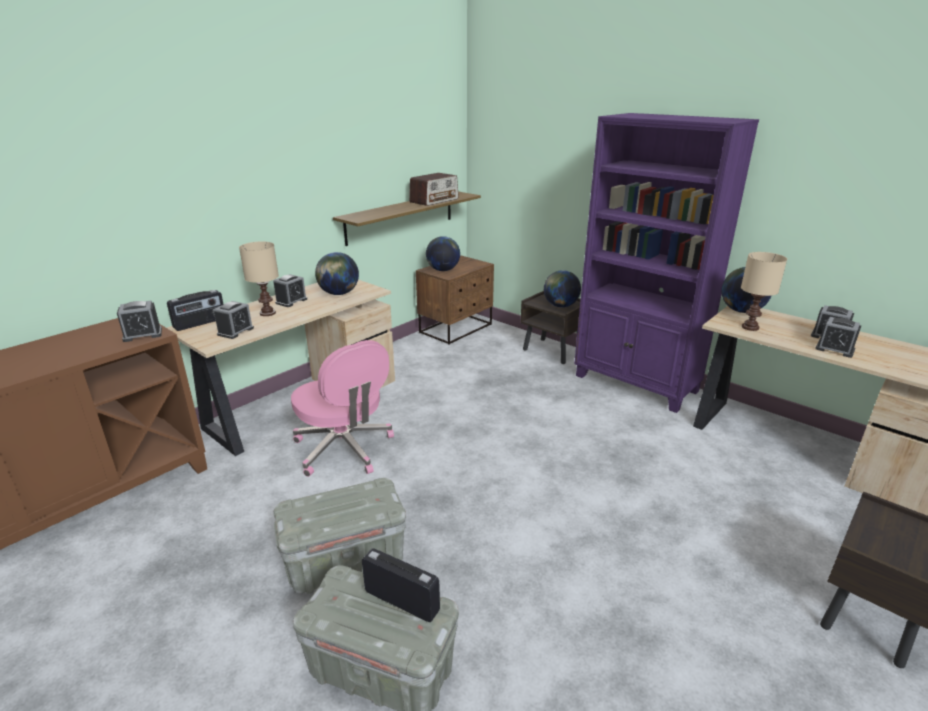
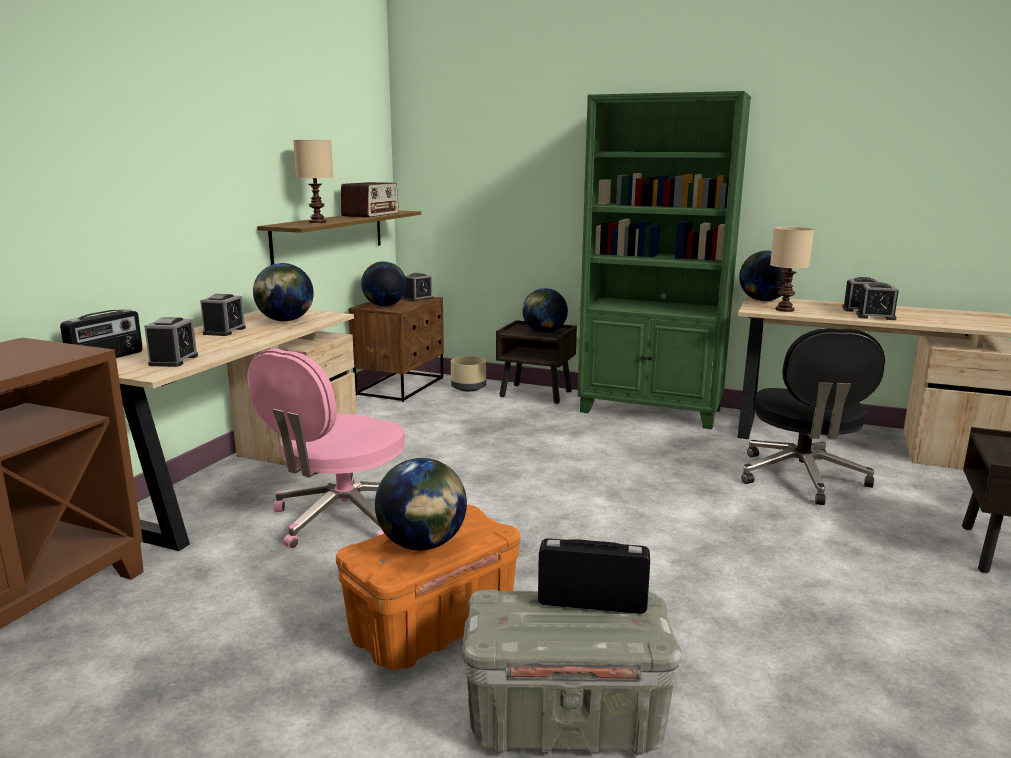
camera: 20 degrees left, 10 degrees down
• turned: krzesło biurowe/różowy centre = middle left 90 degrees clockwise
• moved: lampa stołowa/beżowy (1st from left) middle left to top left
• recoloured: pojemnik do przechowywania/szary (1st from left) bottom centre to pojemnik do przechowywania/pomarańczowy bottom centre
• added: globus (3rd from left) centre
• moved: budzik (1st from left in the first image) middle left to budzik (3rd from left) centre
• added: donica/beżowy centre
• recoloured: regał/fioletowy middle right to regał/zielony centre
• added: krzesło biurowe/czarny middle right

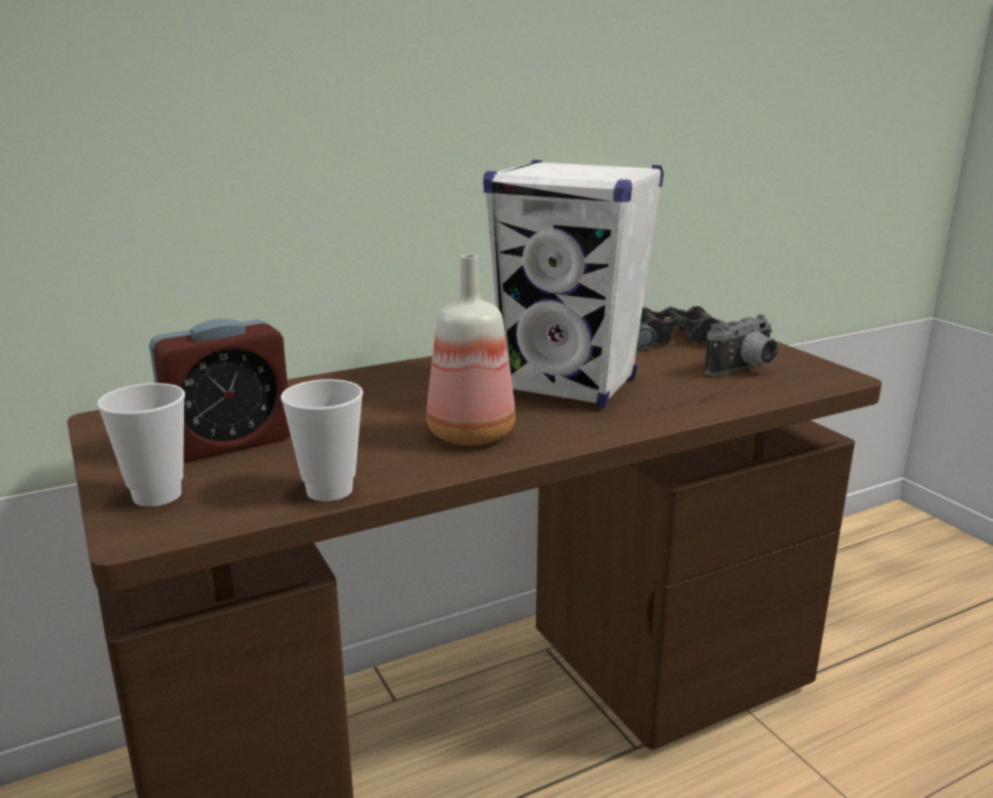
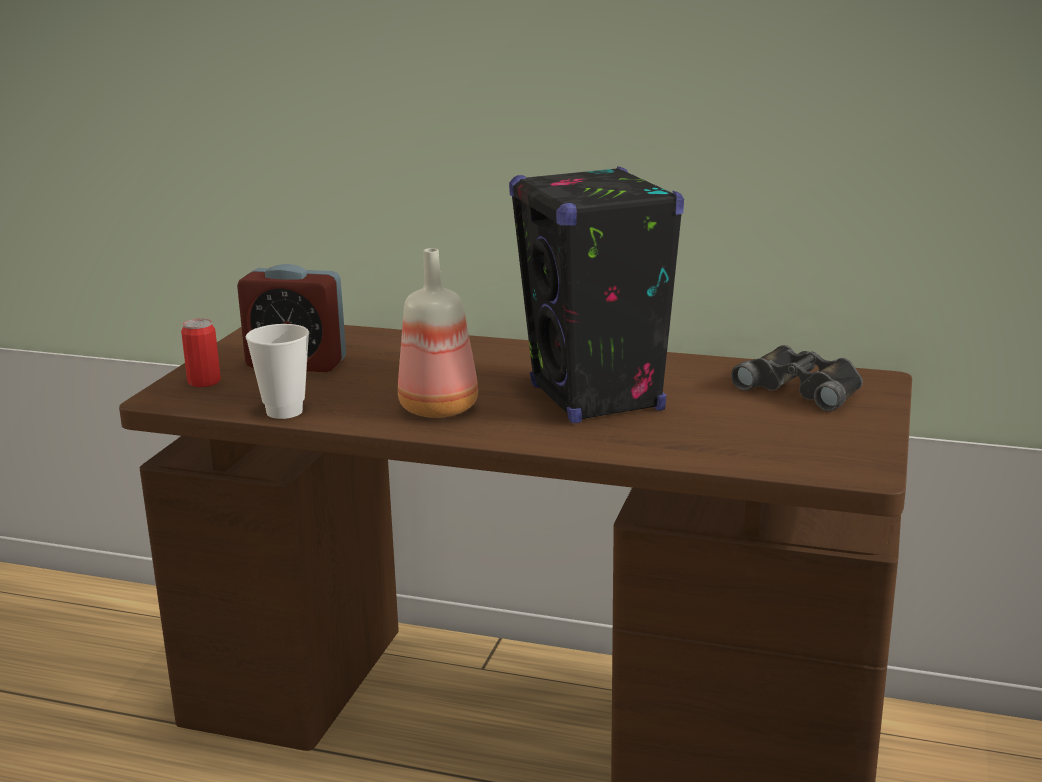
camera: 45 degrees right, 0 degrees up
• replaced: filiżanka (1st from left) middle left to puszka middle left
• recoloured: głośnik/biały centre to głośnik/czarny centre
• removed: aparat fotograficzny middle right

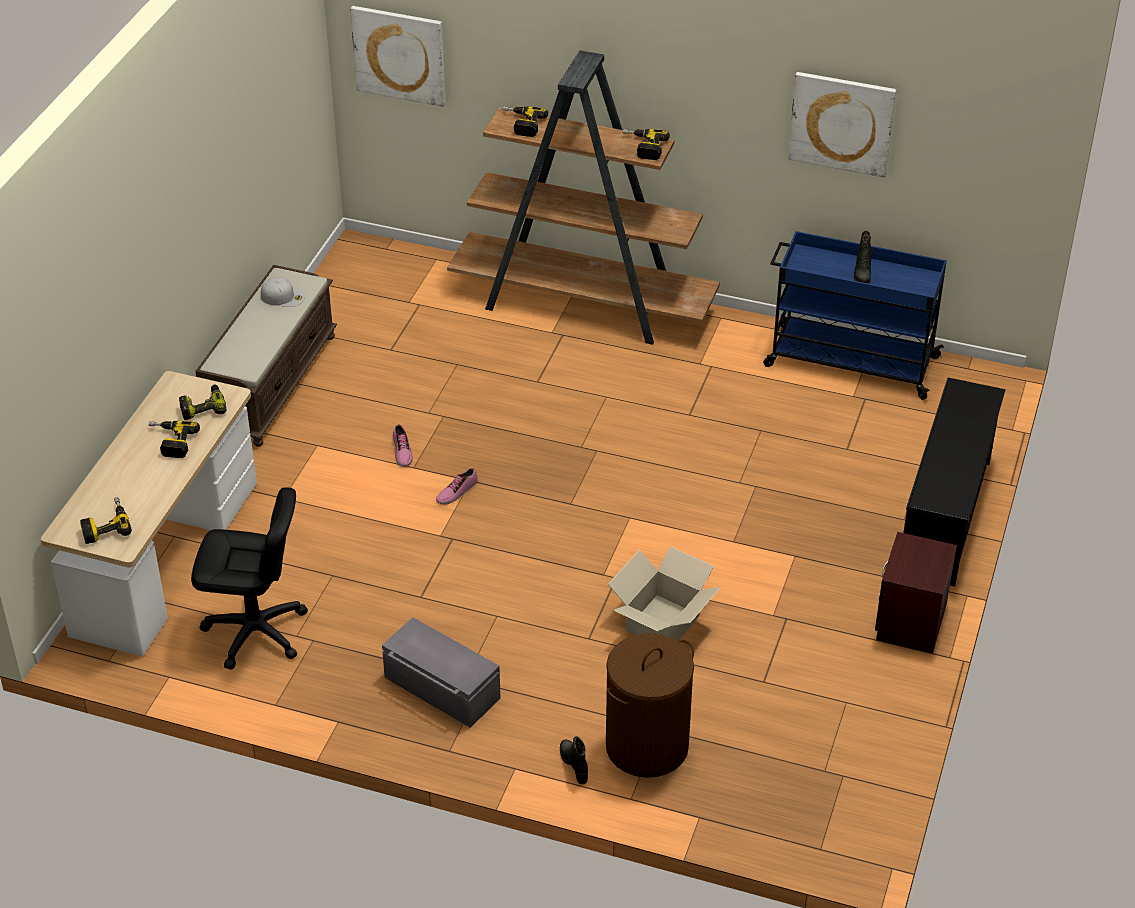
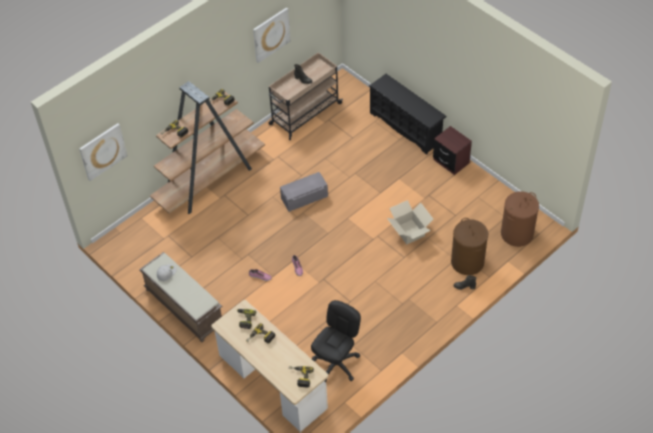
camera: 60 degrees left, 10 degrees up
• recoloured: wózek/niebieski middle right to wózek/beżowy top centre
• moved: pojemnik do przechowywania/szary bottom centre to centre
• added: kosz na pranie/brązowy (2nd from left) middle right

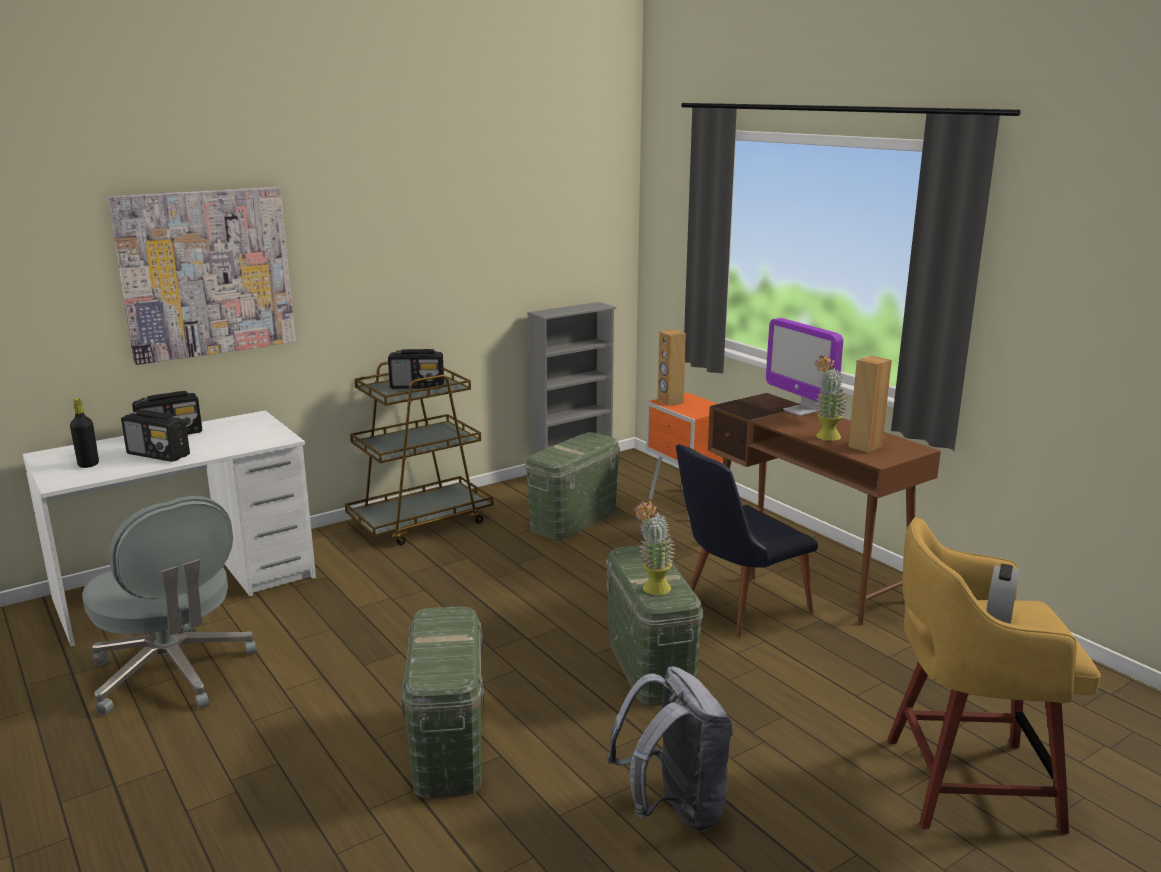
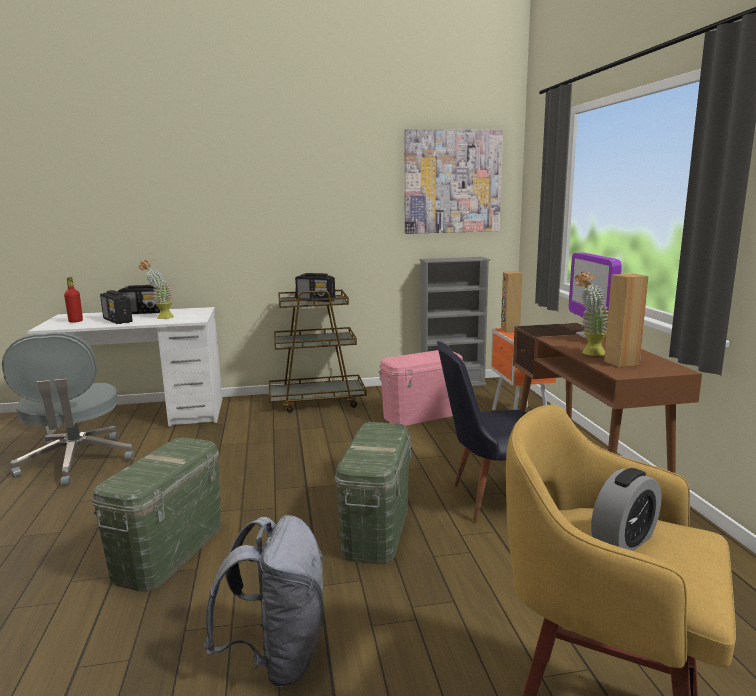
camera: 25 degrees right, 5 degrees down
• recoloured: butelka/czarny middle left to butelka/czerwony middle left
• moved: roślina doniczkowa (1st from left) centre to middle left
• recoloured: pojemnik do przechowywania/zielony (2nd from left) centre to pojemnik do przechowywania/różowy centre
• moved: obraz top left to top centre

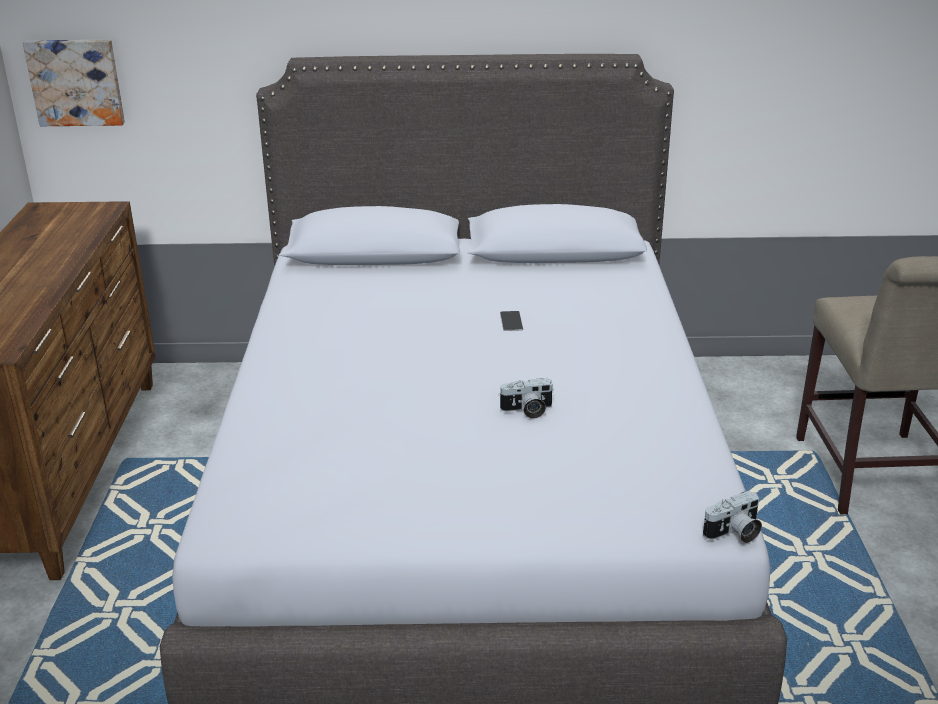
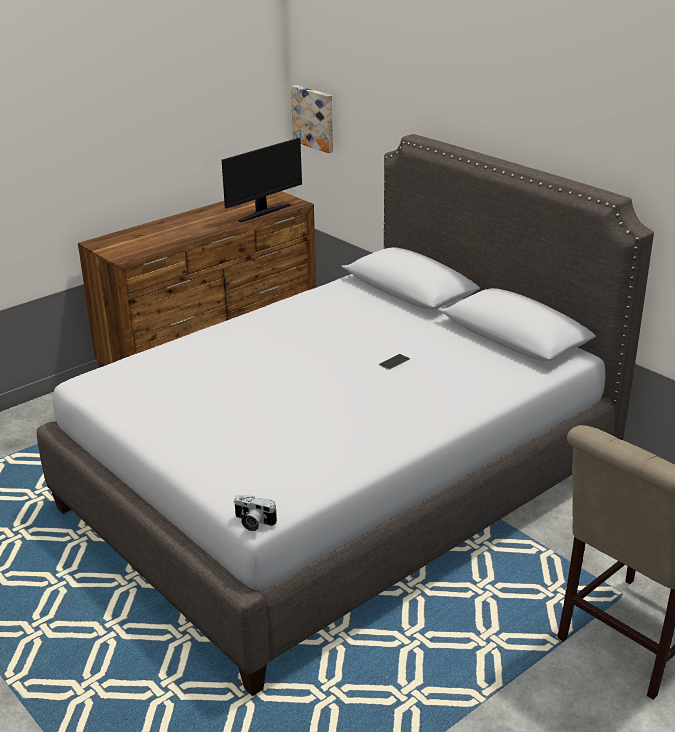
camera: 50 degrees right, 0 degrees up
• added: monitor top centre
• removed: aparat fotograficzny (1st from left) centre

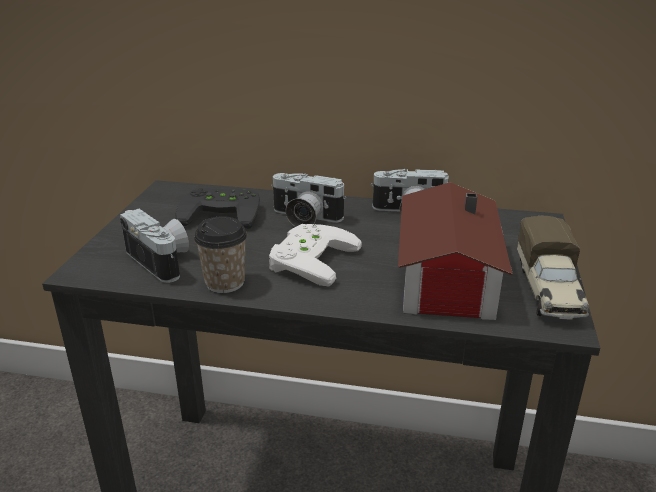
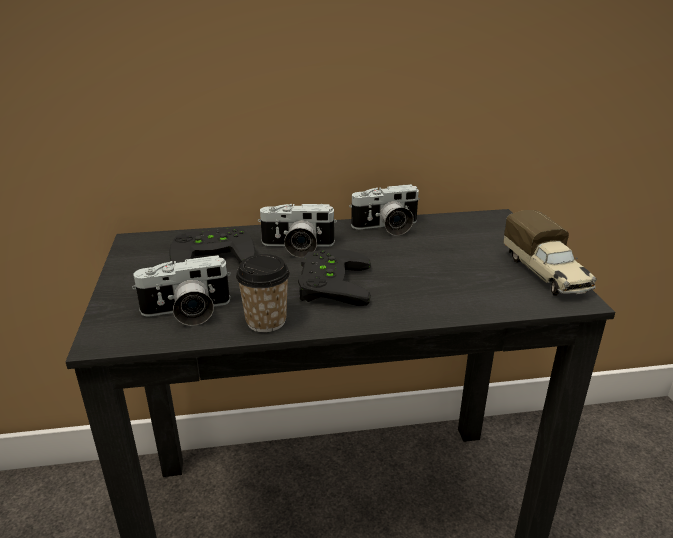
camera: 20 degrees left, 0 degrees up
• turned: aparat fotograficzny (1st from left) middle left = middle left 135 degrees clockwise
• recoloured: pad do gier/biały centre to pad do gier/czarny (2nd from left) centre
• removed: domek middle right

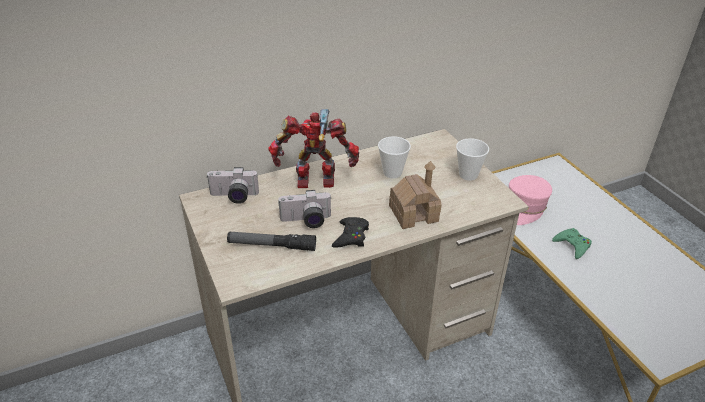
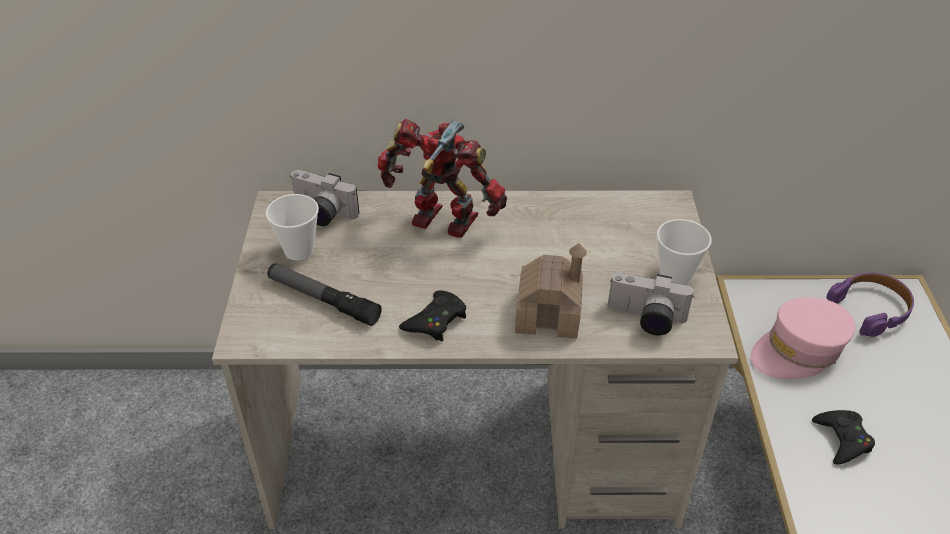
camera: 25 degrees right, 5 degrees up
• moved: filiżanka (1st from left) centre to middle left
• moved: aparat fotograficzny (2nd from left) centre to middle right
• recoloured: pad do gier/zielony middle right to pad do gier/czarny (2nd from left) bottom right
• added: słuchawki/fioletowy middle right

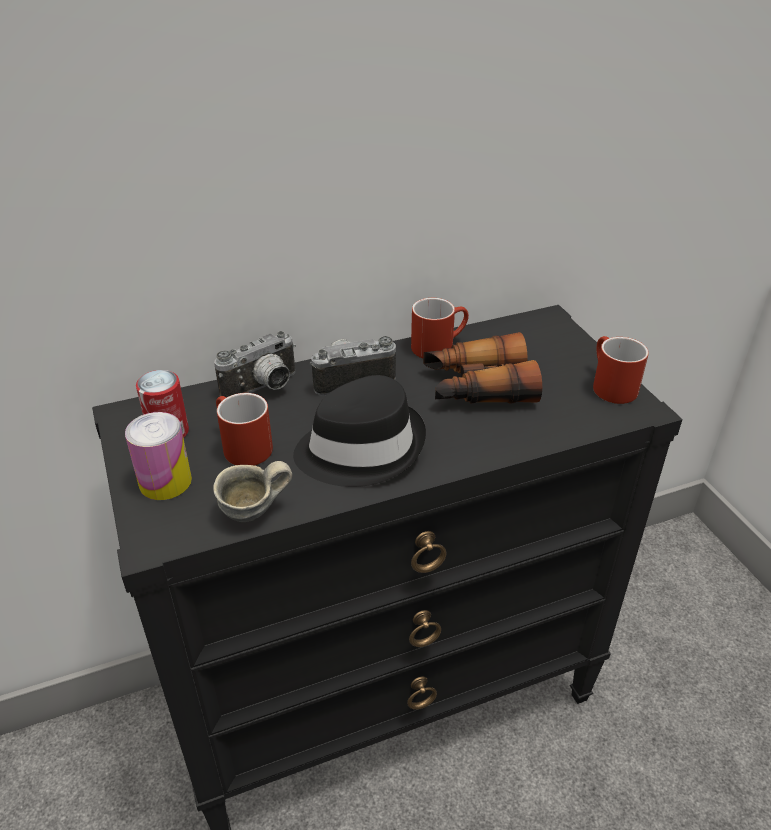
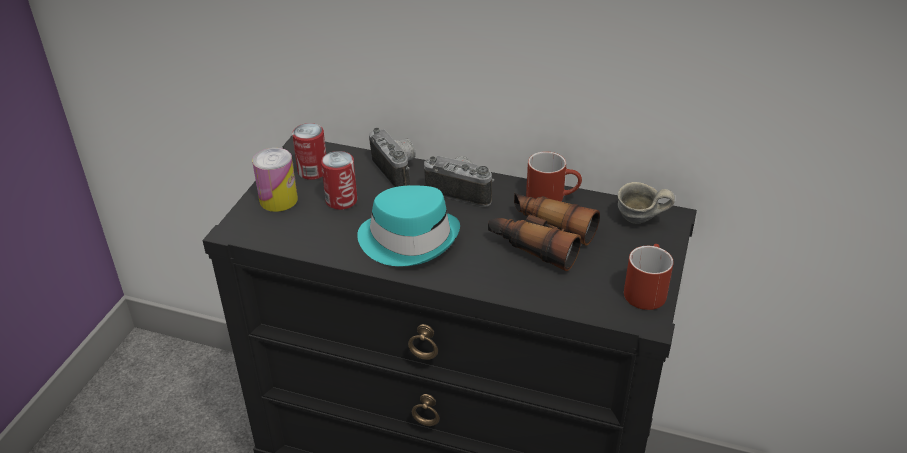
camera: 40 degrees right, 0 degrees up
• replaced: kubek/czerwony (1st from left) middle left to puszka (3rd from left) centre
• recoloured: kapelusz/czarny centre to kapelusz/turkusowy centre
• turned: aparat fotograficzny (1st from left) middle left = centre 120 degrees counterclockwise
• moved: kubek/szary middle left to middle right

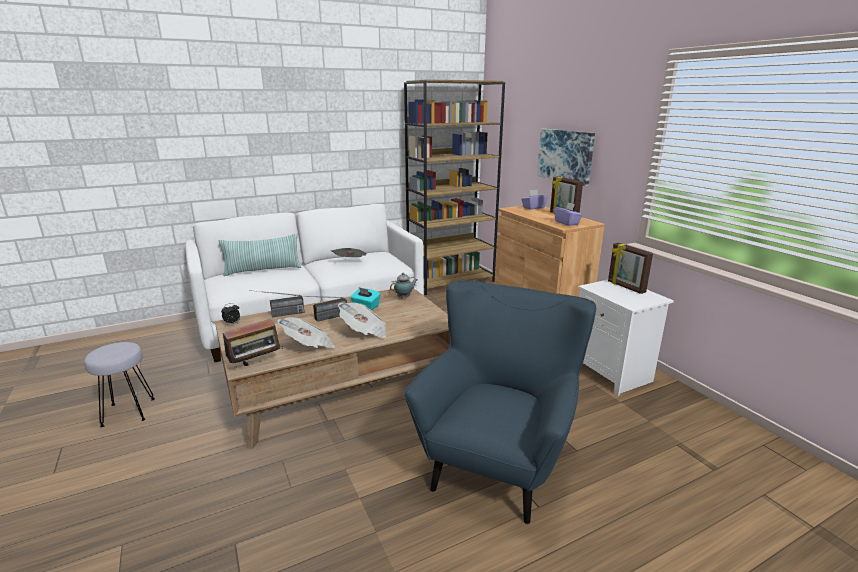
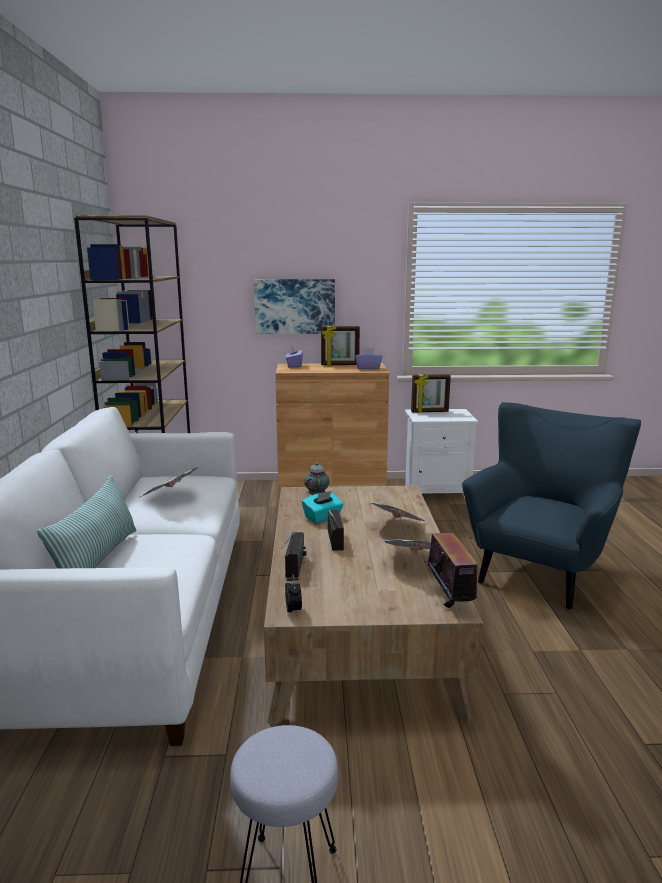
camera: 65 degrees left, 5 degrees down
• turned: fotel/niebieski bottom centre = middle right 75 degrees clockwise

